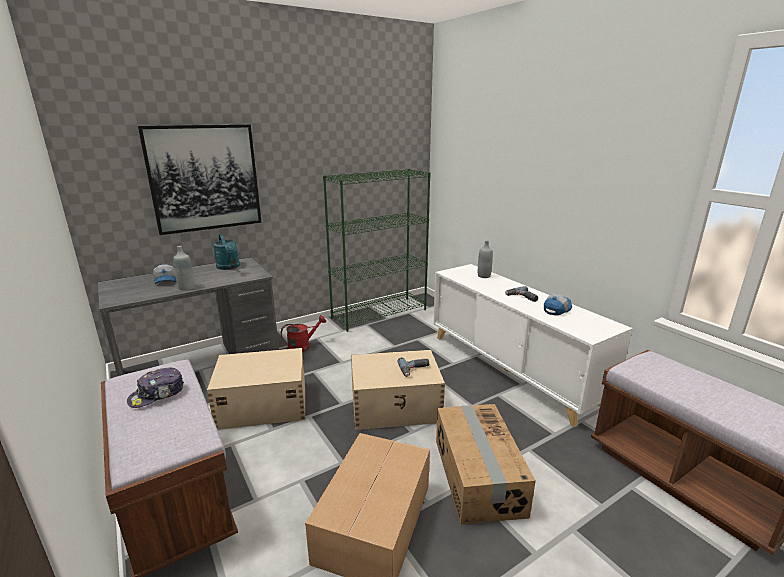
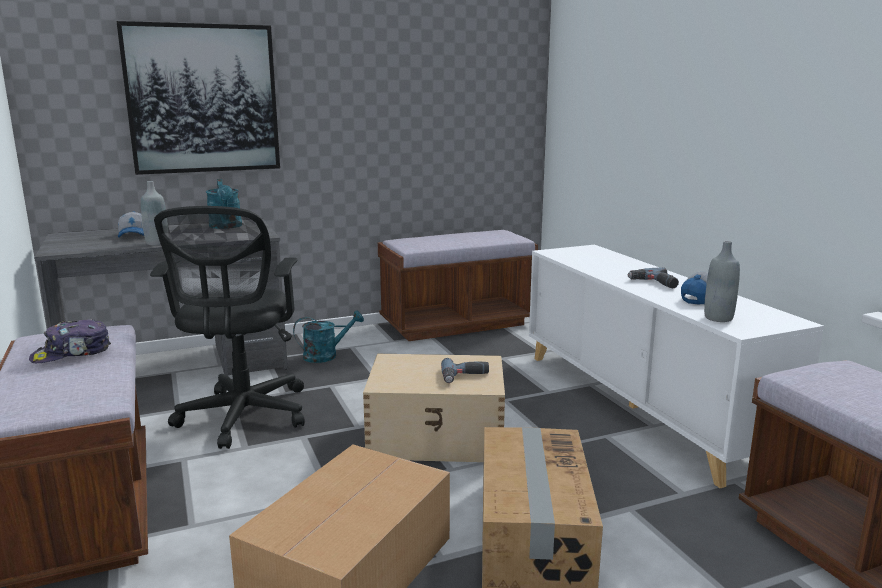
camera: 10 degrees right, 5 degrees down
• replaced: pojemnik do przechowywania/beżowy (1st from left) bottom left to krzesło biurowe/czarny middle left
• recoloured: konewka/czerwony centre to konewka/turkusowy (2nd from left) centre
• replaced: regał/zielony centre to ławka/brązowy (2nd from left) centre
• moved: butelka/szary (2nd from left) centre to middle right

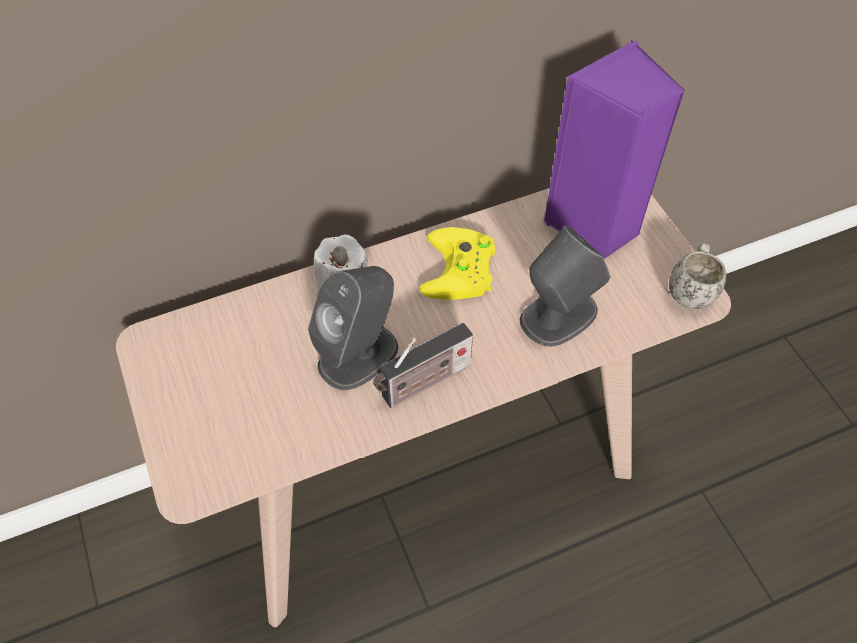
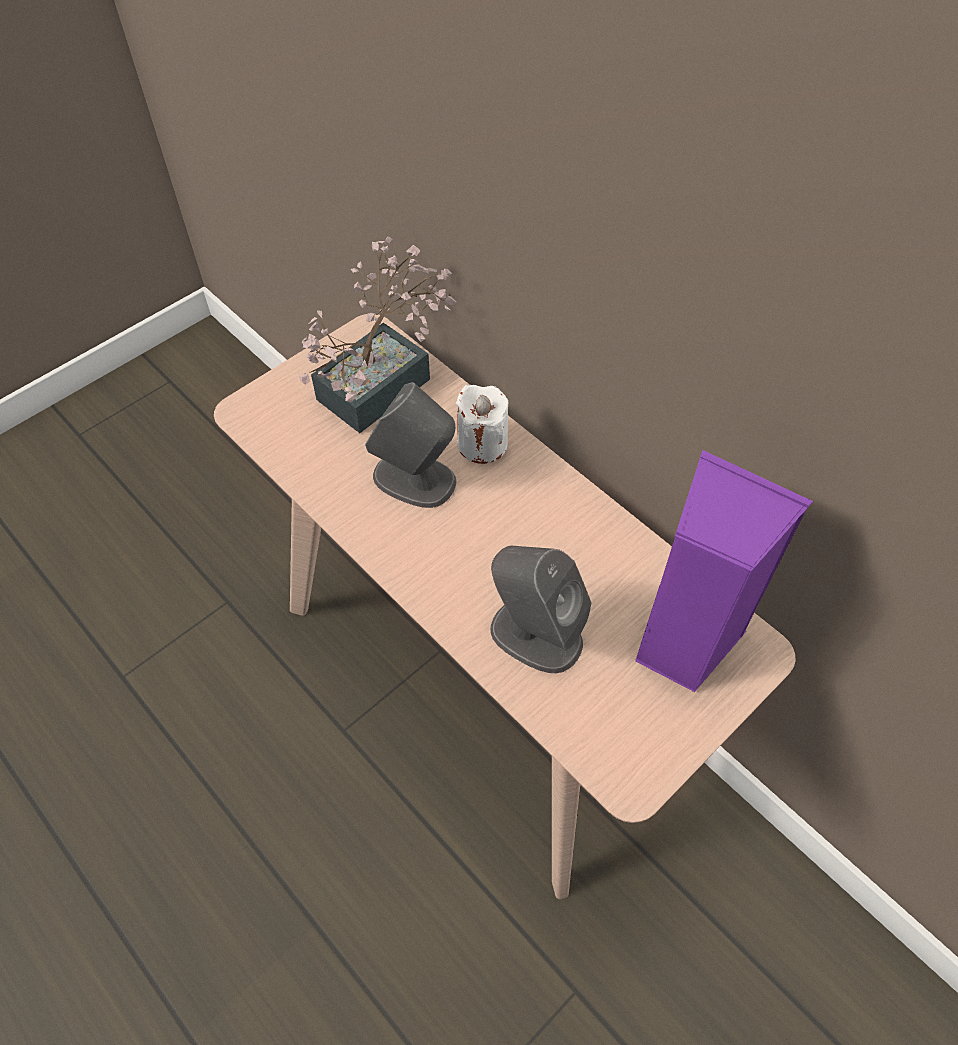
camera: 70 degrees right, 0 degrees up
• added: roślina doniczkowa top centre
• removed: radio centre
• removed: pad do gier/żółty centre
• removed: kubek/biały middle right

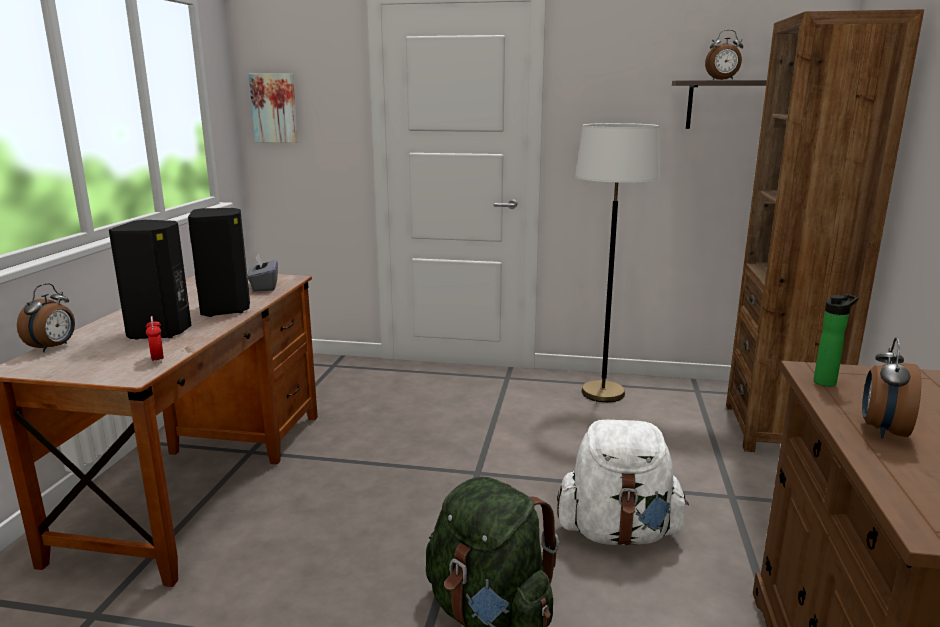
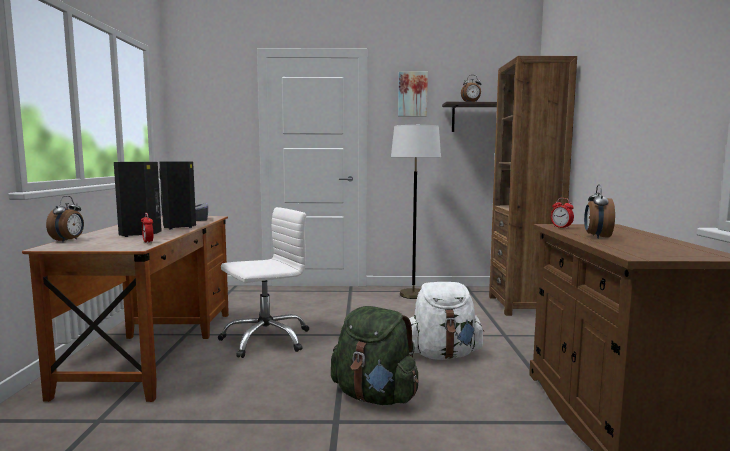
camera: 10 degrees left, 10 degrees down
• added: krzesło biurowe/biały centre
• moved: obraz top left to top centre
• replaced: butelka middle right to budzik (4th from left) middle right

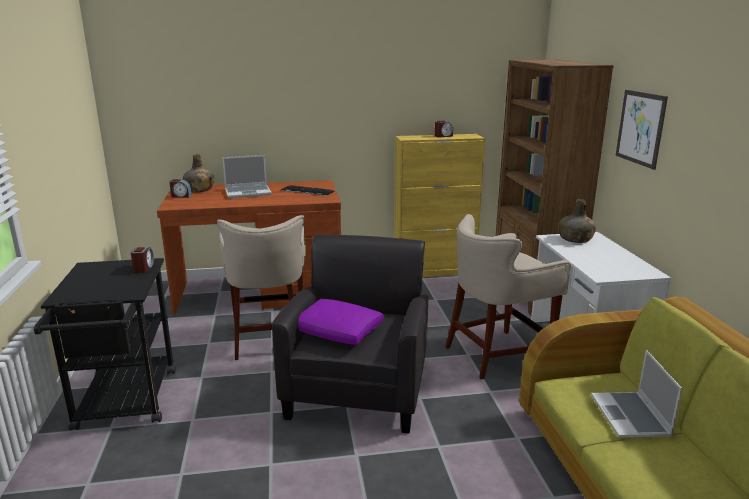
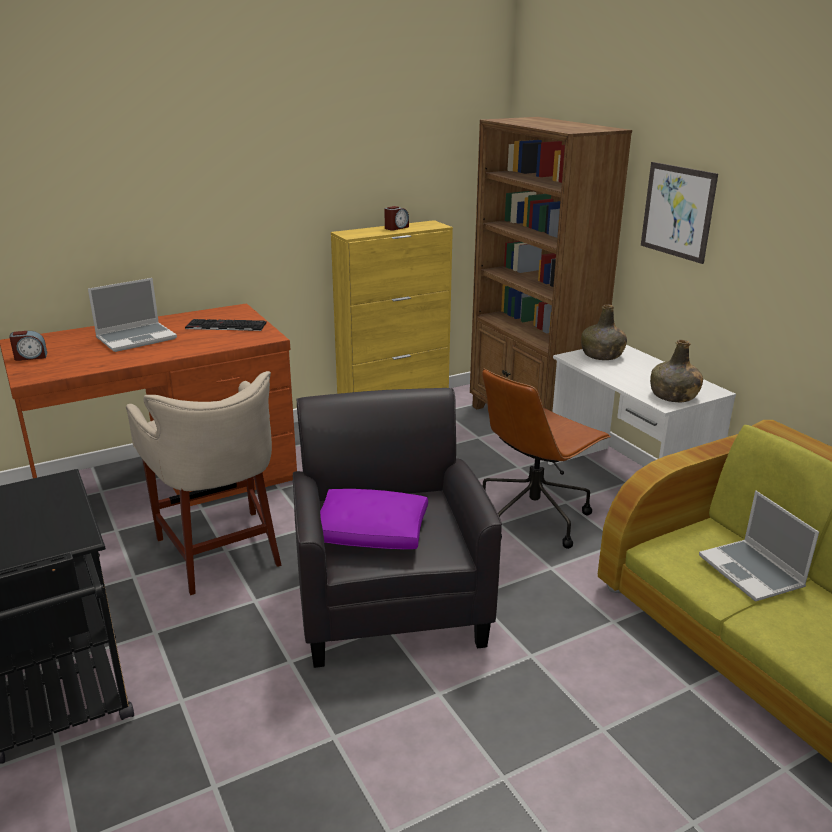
camera: 20 degrees left, 5 degrees up
• replaced: stołek/beżowy (2nd from left) middle right to krzesło biurowe/brązowy centre
• moved: butelka/zielony (1st from left in the first image) middle left to butelka/zielony (2nd from left) middle right
• removed: budzik (1st from left) middle left

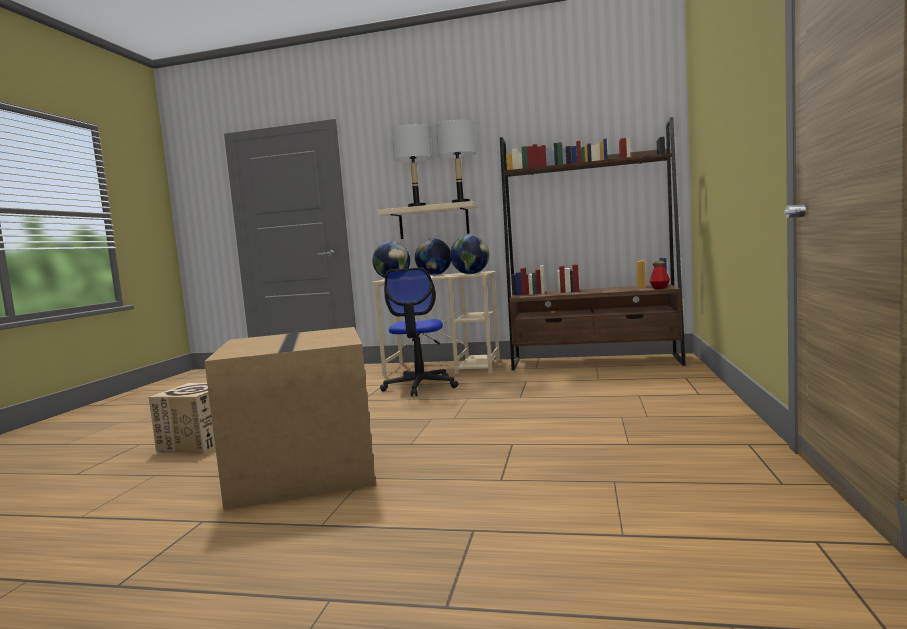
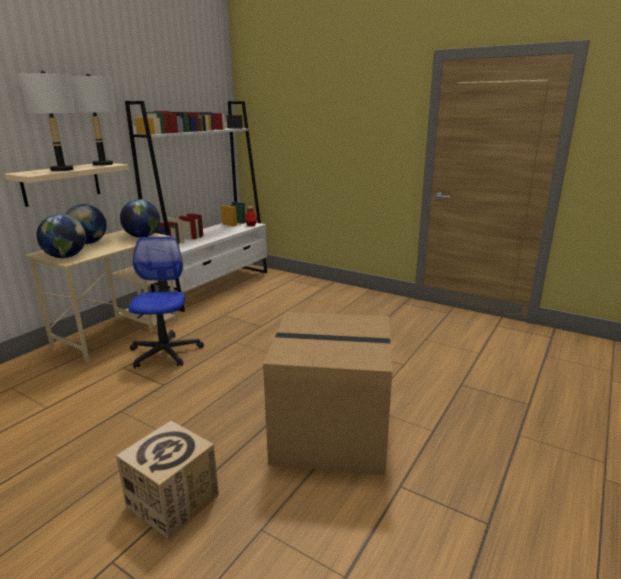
camera: 70 degrees left, 15 degrees up
• recoloured: regał/brązowy centre to regał/biały middle left
• turned: krzesło biurowe centre = middle left 120 degrees counterclockwise

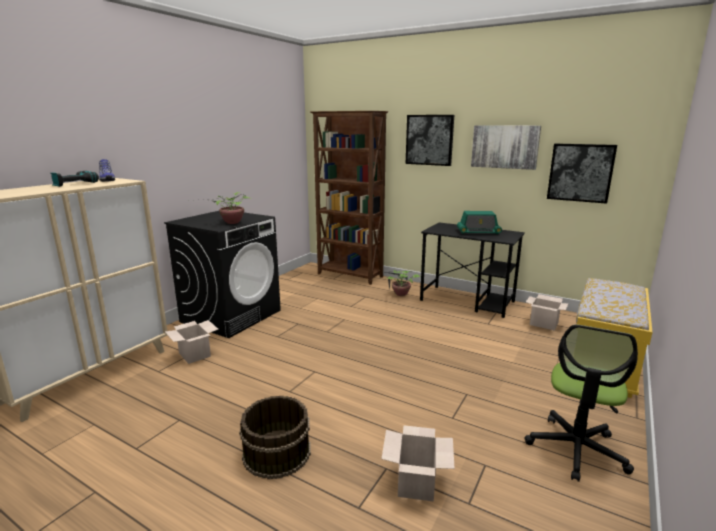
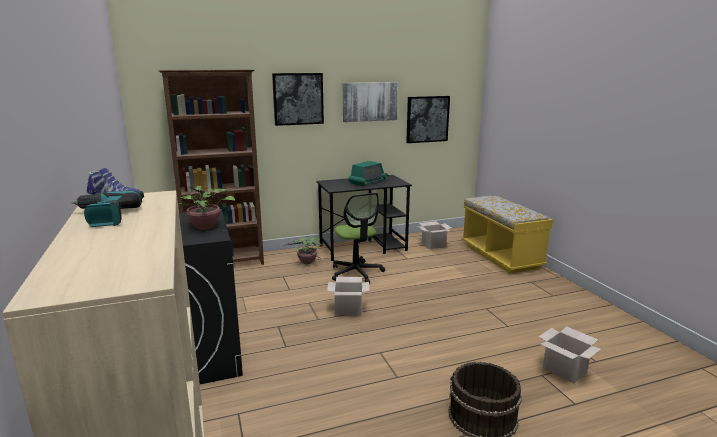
camera: 50 degrees left, 0 degrees up
• moved: karton (1st from left) middle left to bottom centre
• moved: krzesło biurowe bottom right to centre

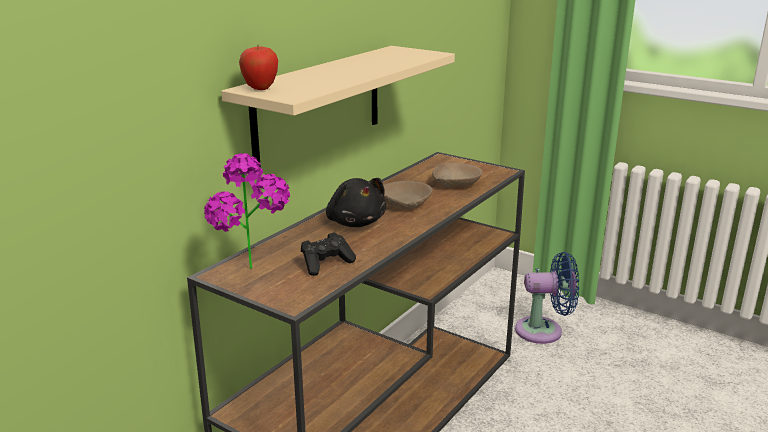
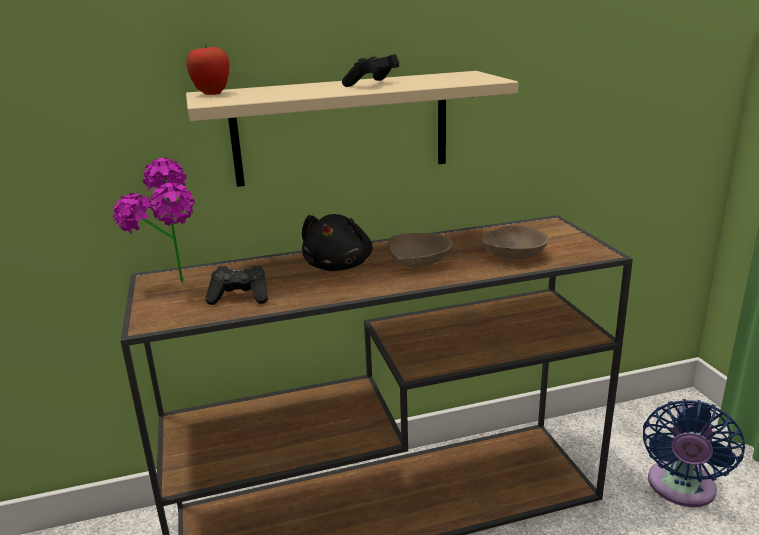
camera: 40 degrees right, 0 degrees up
• added: pad do gier/czarny (2nd from left) top centre
• turned: wentylator/niebieski bottom right = bottom right 75 degrees clockwise

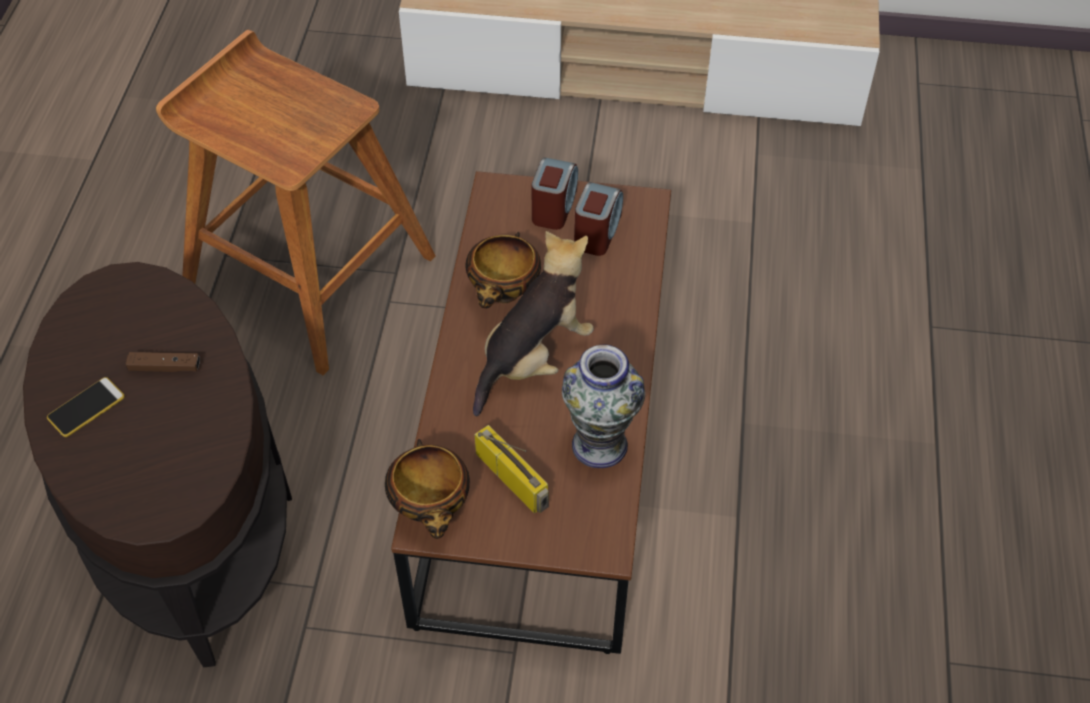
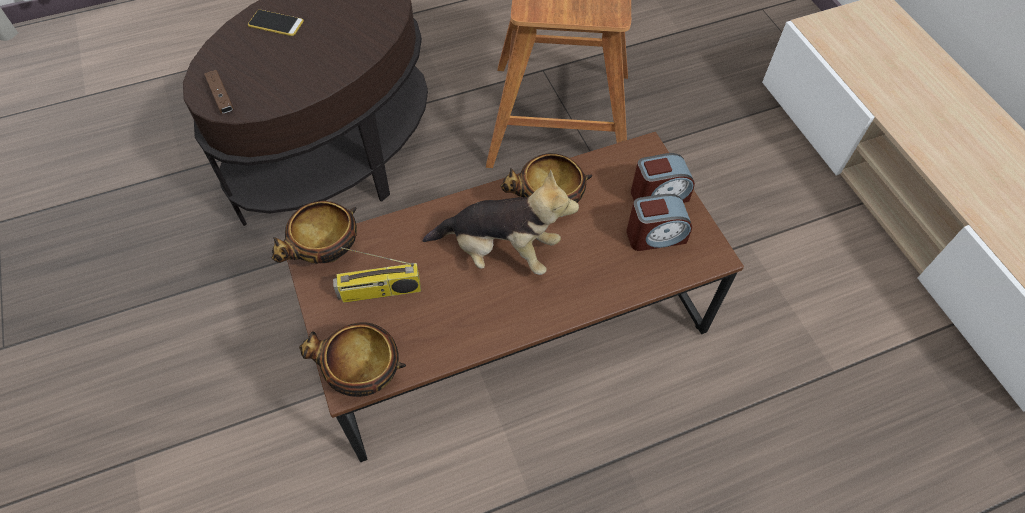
camera: 60 degrees right, 5 degrees up
• moved: pad do gier/brązowy middle left to top left
• added: miska (2nd from left) bottom centre
• turned: radio bottom centre = centre 60 degrees clockwise
• removed: wazon centre

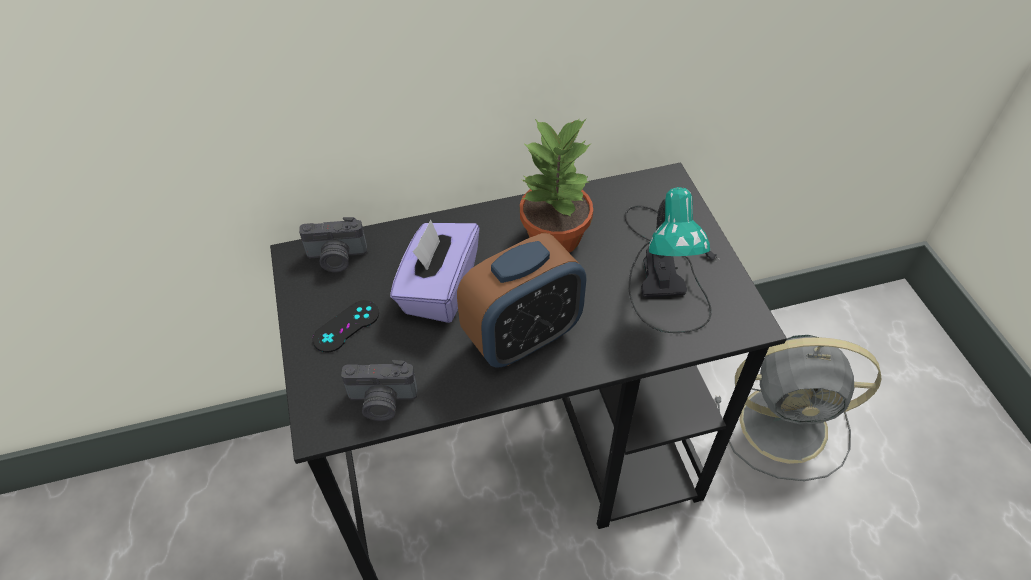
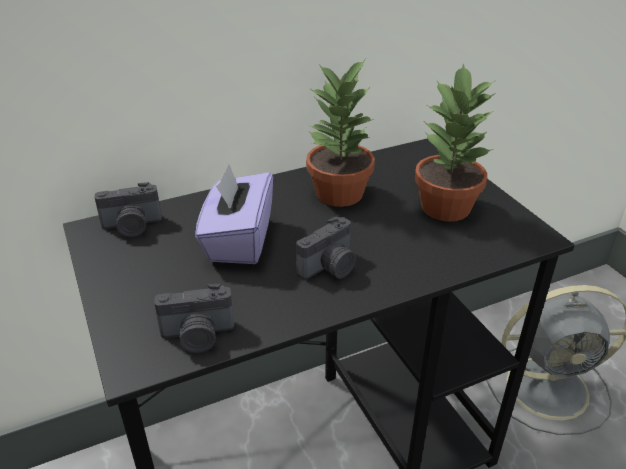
camera: 10 degrees left, 15 degrees down
• replaced: budzik centre to aparat fotograficzny (3rd from left) centre
• replaced: lampa stołowa centre to roślina doniczkowa (2nd from left) top right
• removed: pad do gier/czarny centre

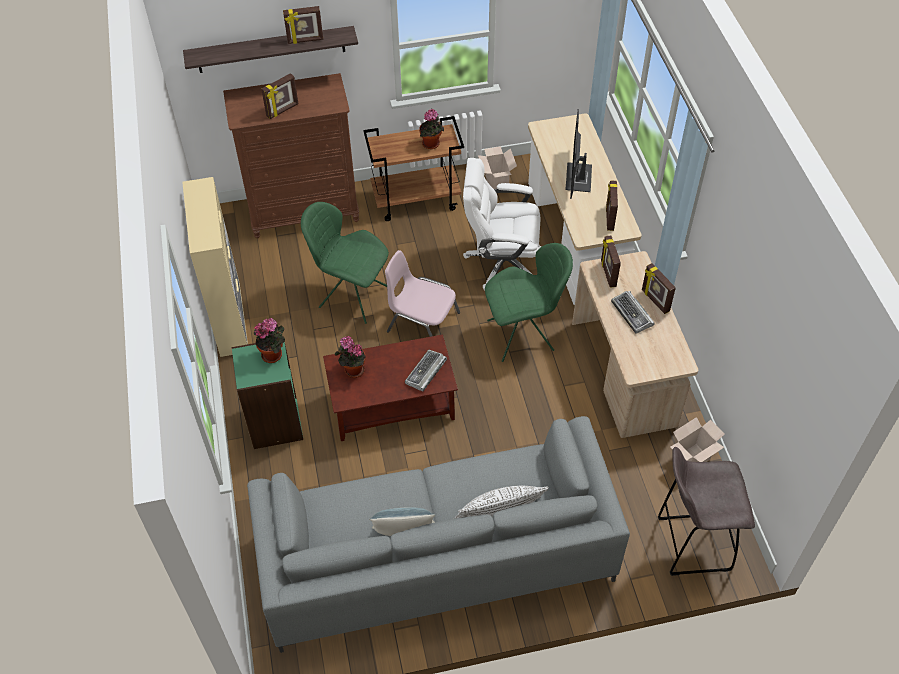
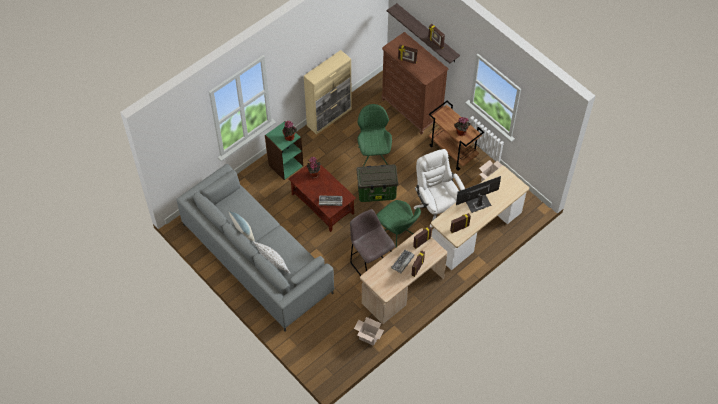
camera: 60 degrees right, 5 degrees up
• moved: stołek/szary bottom right to centre
• replaced: krzesło/różowy centre to pojemnik do przechowywania centre

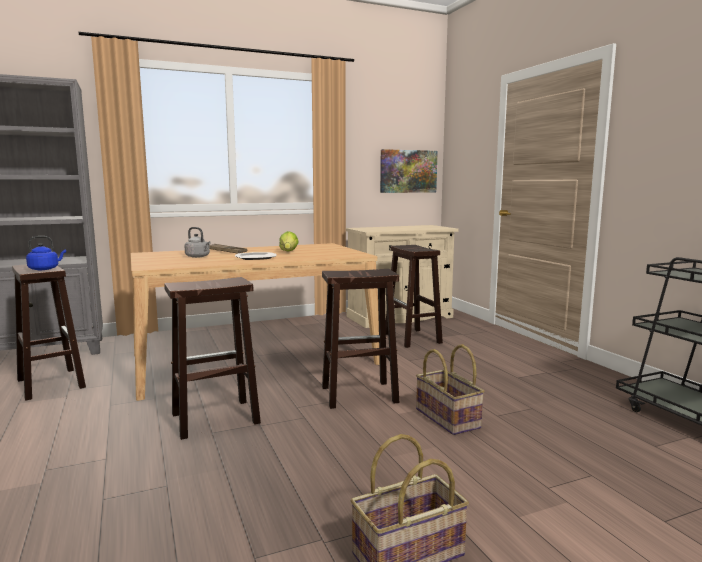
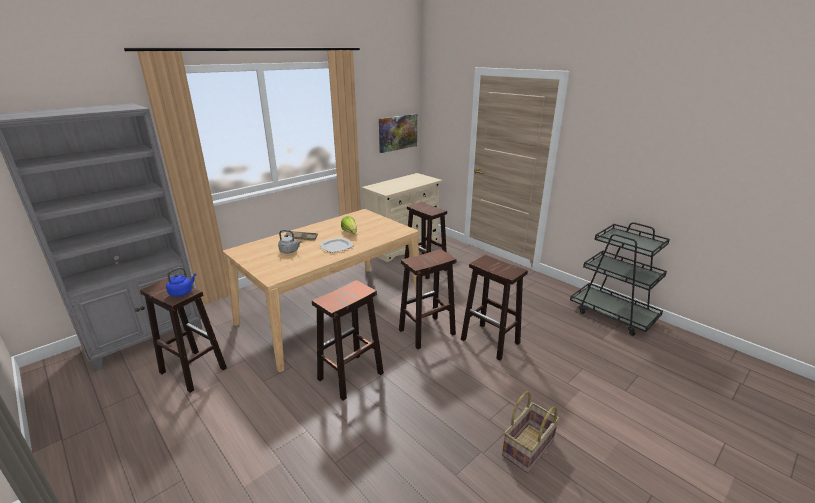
camera: 20 degrees left, 15 degrees up
• replaced: koszyk (2nd from left) bottom centre to stołek/brązowy (5th from left) centre

